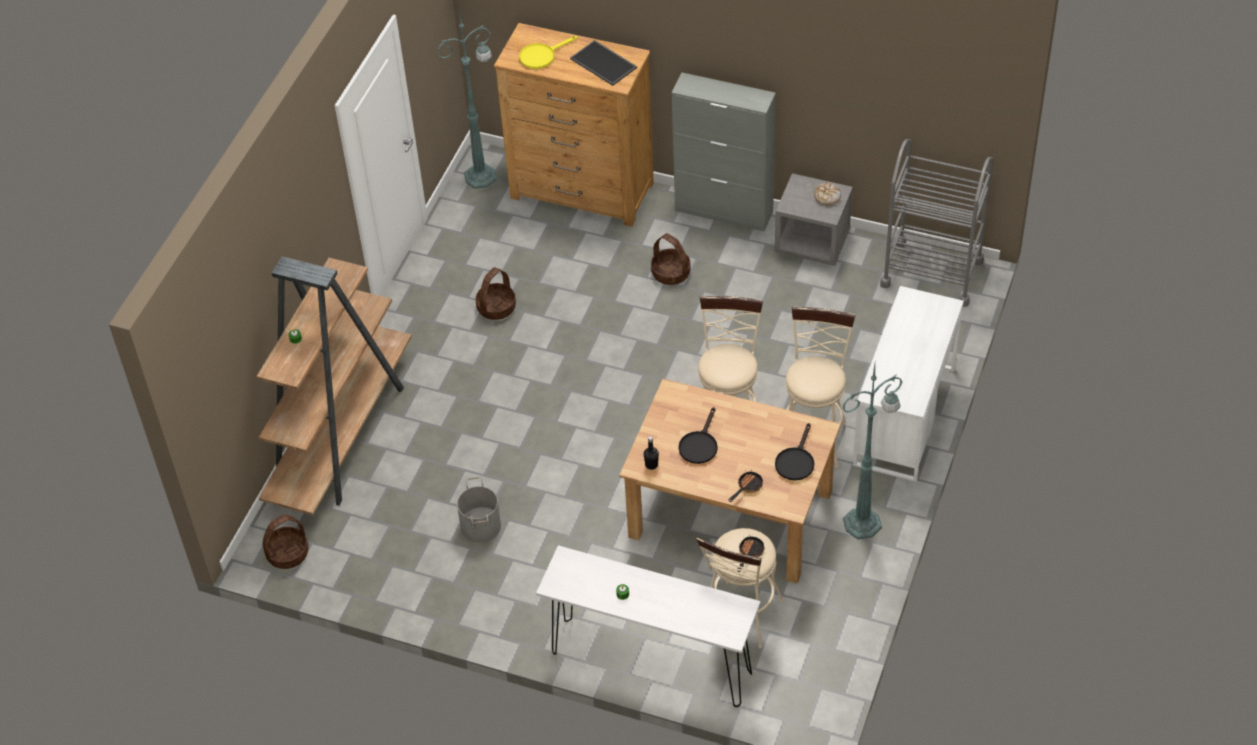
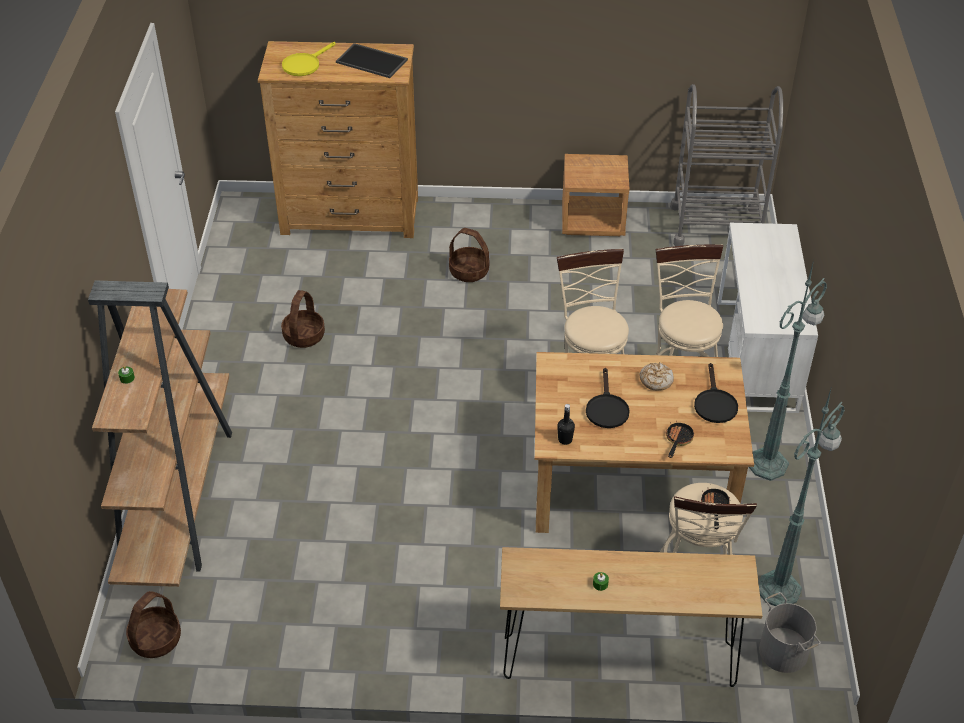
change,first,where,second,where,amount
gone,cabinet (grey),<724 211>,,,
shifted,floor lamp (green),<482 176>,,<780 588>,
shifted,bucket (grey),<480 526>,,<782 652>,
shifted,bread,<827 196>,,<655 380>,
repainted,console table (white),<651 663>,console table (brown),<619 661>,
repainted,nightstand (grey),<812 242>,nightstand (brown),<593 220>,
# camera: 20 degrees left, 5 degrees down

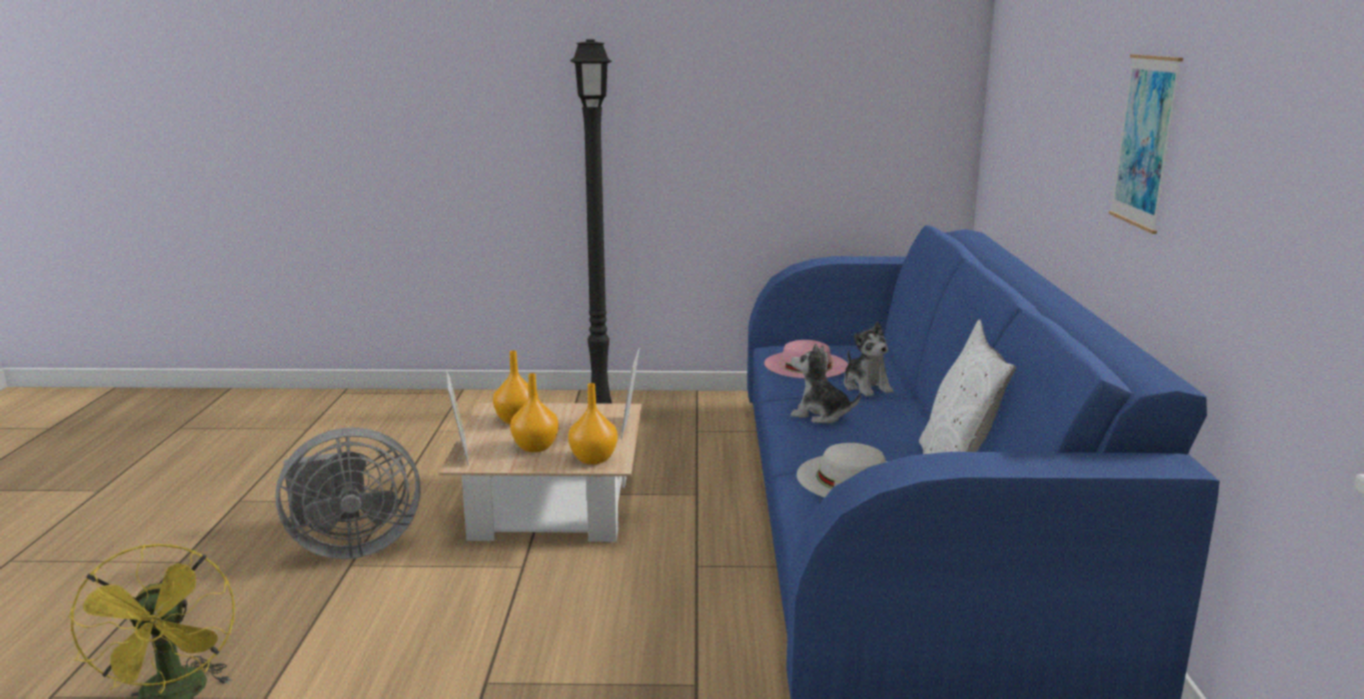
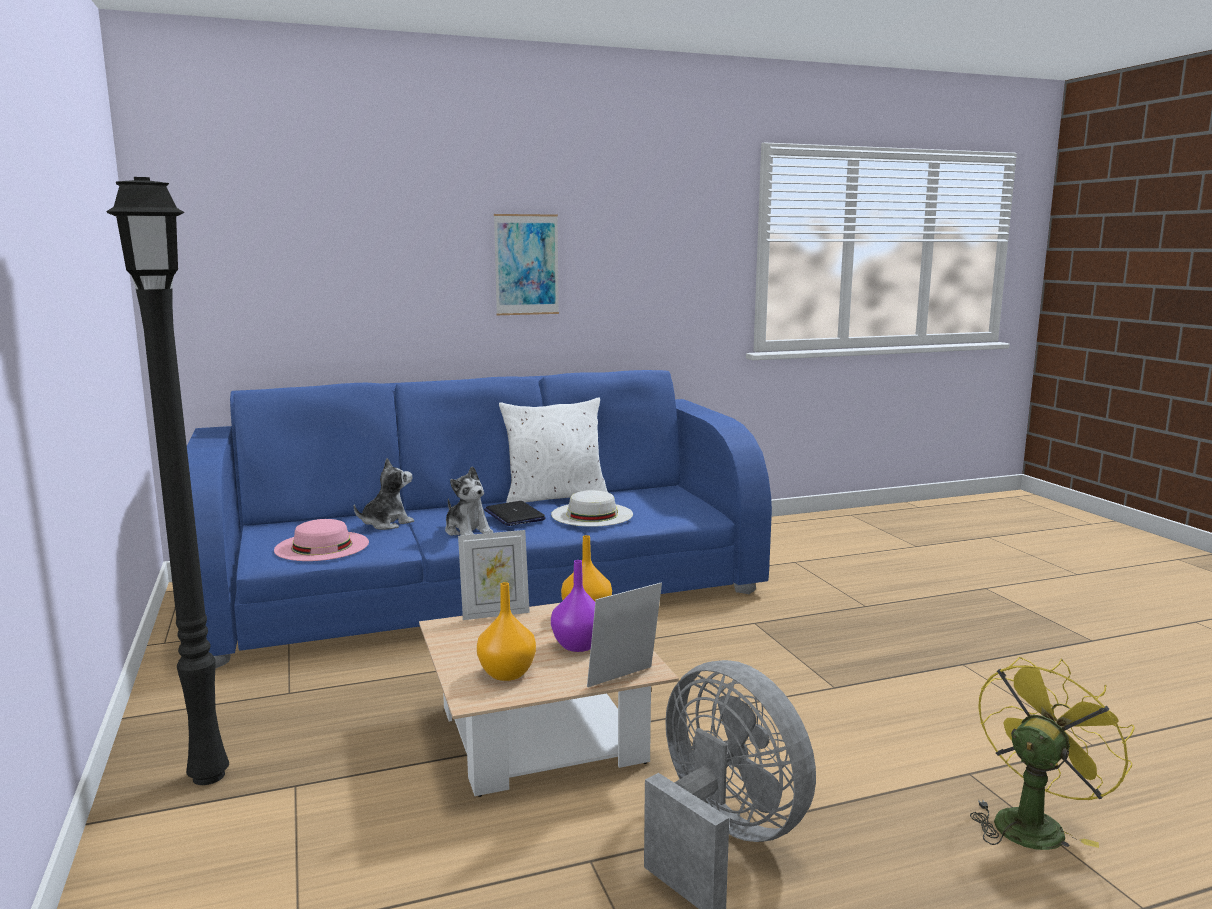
change,first,where,second,where,amount
new,,,laptop,<514 515>,
repainted,vase (orange),<536 447>,vase (purple),<577 645>,
rotated,plush toy,<820 415>,,<467 531>,45 degrees counterclockwise
# camera: 110 degrees left, 5 degrees down

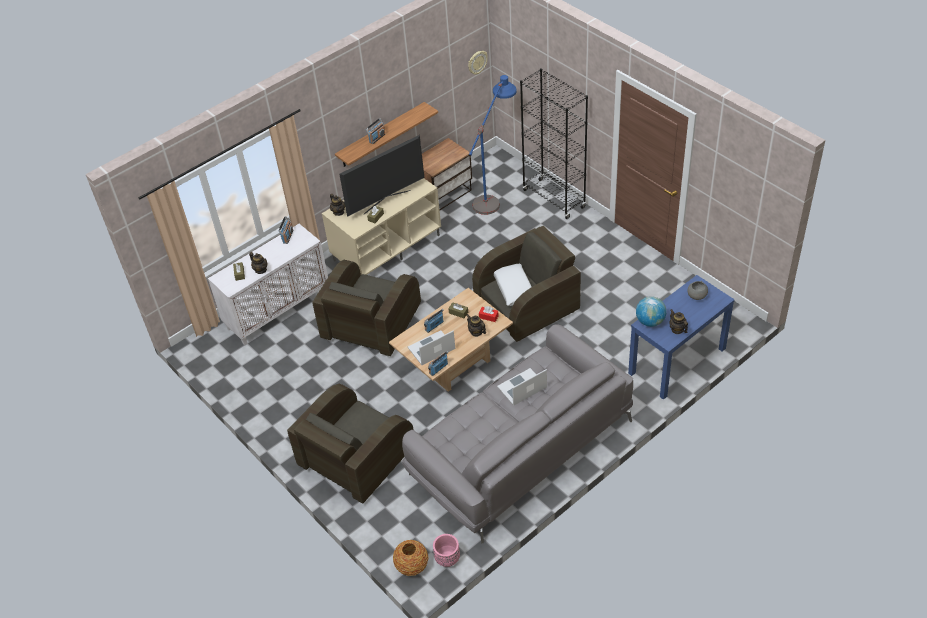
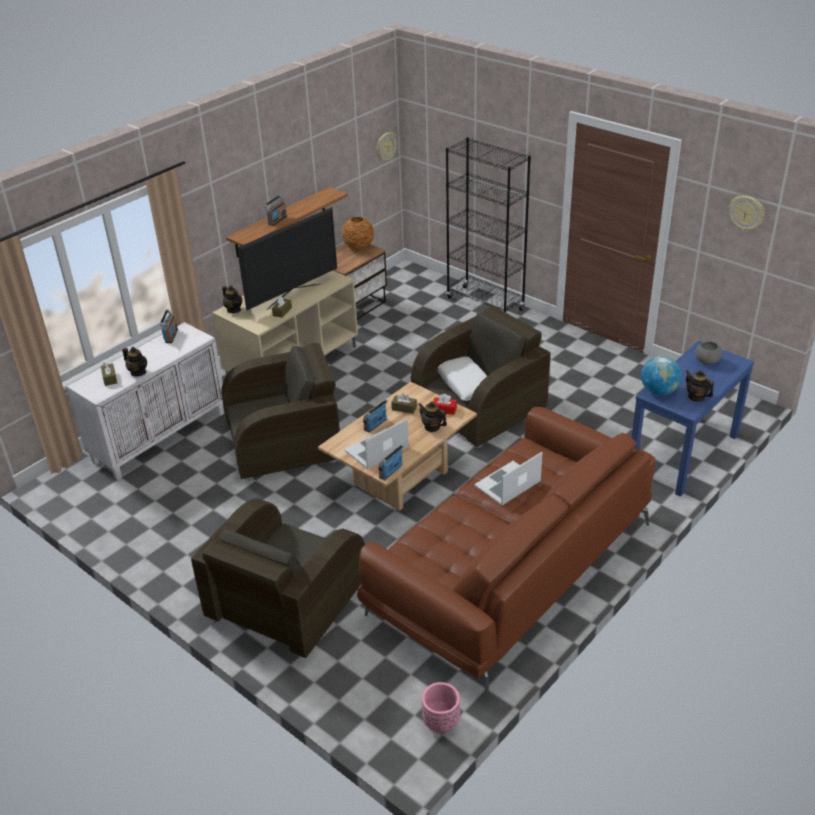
change,first,where,second,where,amount
gone,floor lamp (blue),<495 193>,,,
new,,,wall clock,<746 213>,
shifted,vase,<411 566>,,<358 246>,
repainted,sofa (grey),<519 448>,sofa (brown),<510 569>,
rotated,armchair (brown),<371 323>,,<284 443>,120 degrees counterclockwise
# camera: 10 degrees left, 10 degrees down

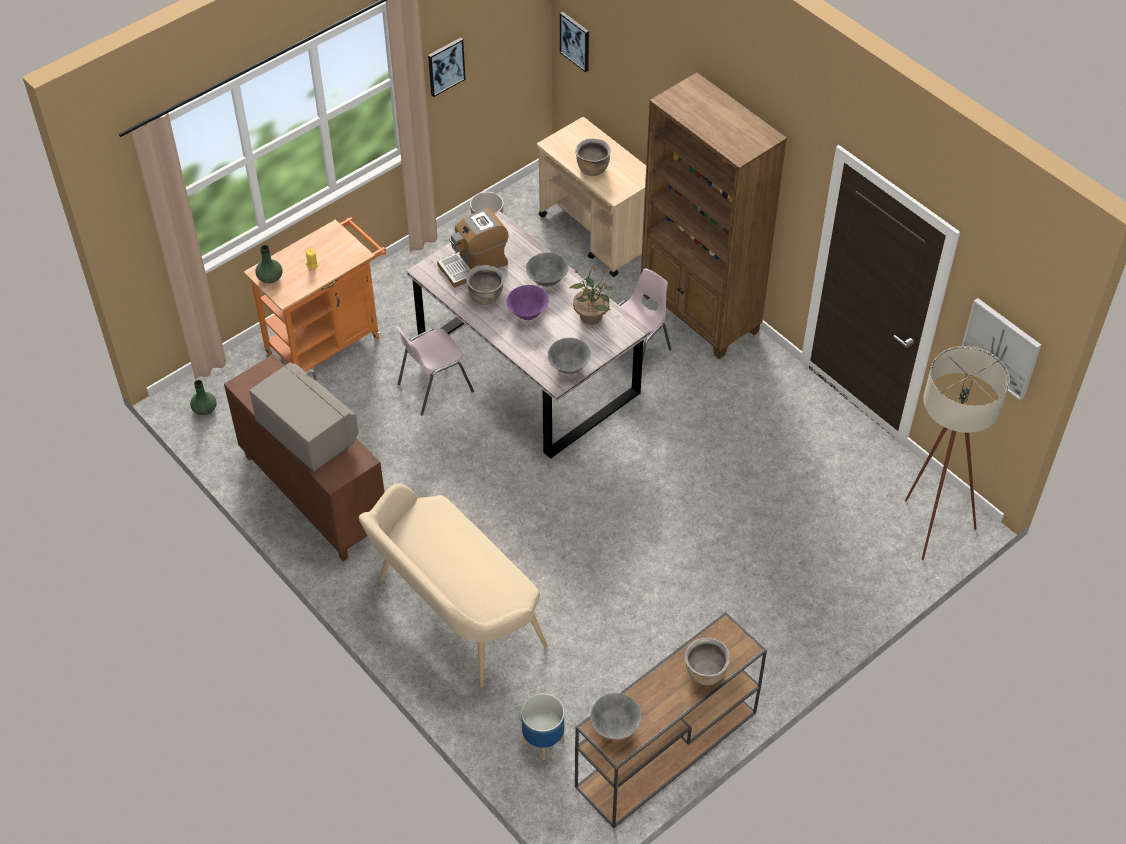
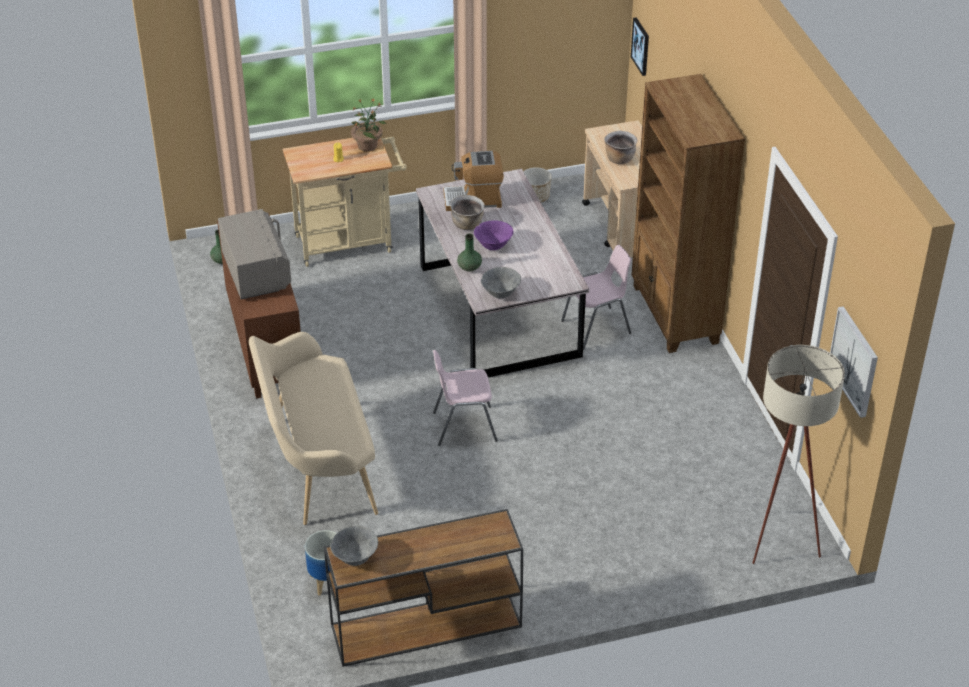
change,first,where,second,where,amount
gone,picture,<445 66>,,,
gone,bowl (grey),<547 281>,,,
gone,cooking pot (brown),<705 673>,,,
shifted,vase (green),<270 278>,,<469 267>,
shifted,chair (pink),<434 387>,,<464 426>,
shifted,potted plant,<591 315>,,<367 145>,
repainted,cart (orange),<328 341>,cart (beige),<349 242>,
# camera: 25 degrees right, 10 degrees down

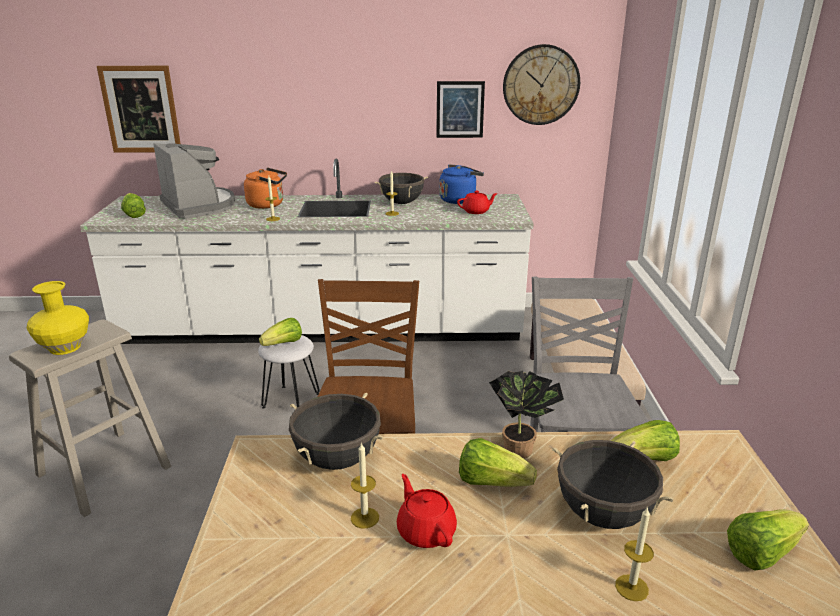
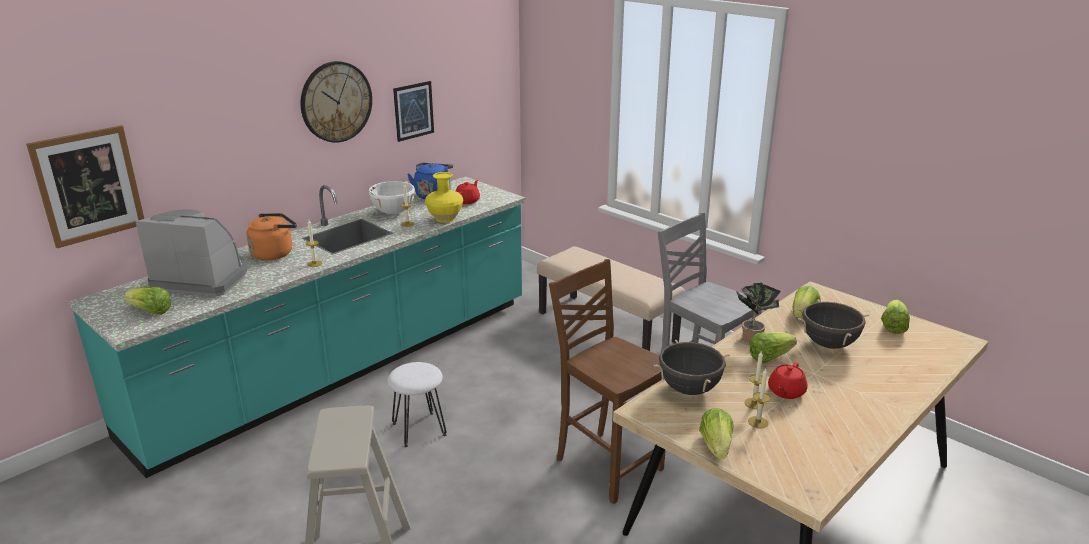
change,first,where,second,where,amount
shifted,vase (yellow),<64 347>,,<444 219>,
shifted,lettuce,<283 344>,,<716 446>,
shifted,wall clock,<541 85>,,<336 102>,
shifted,candle,<631 587>,,<758 422>,
repainted,counter (white),<323 329>,counter (turquoise),<344 365>,
repainted,cooking pot (black),<401 203>,cooking pot (white),<393 212>,
rotated,teapot (red),<426 531>,,<785 392>,75 degrees counterclockwise
# camera: 45 degrees left, 0 degrees up

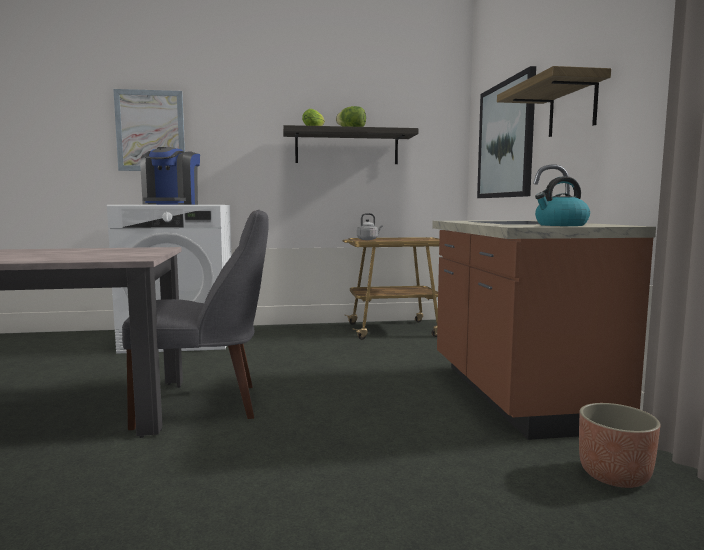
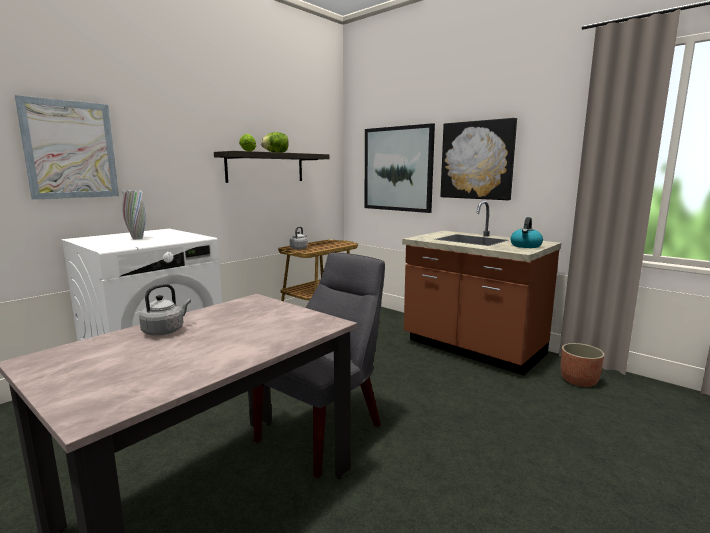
change,first,where,second,where,amount
new,,,kettle (grey),<165 331>,
swapped,coffee machine,<172 204>,vase (white),<137 238>,
swapped,shelf,<572 107>,picture,<477 160>,
# camera: 40 degrees left, 5 degrees up

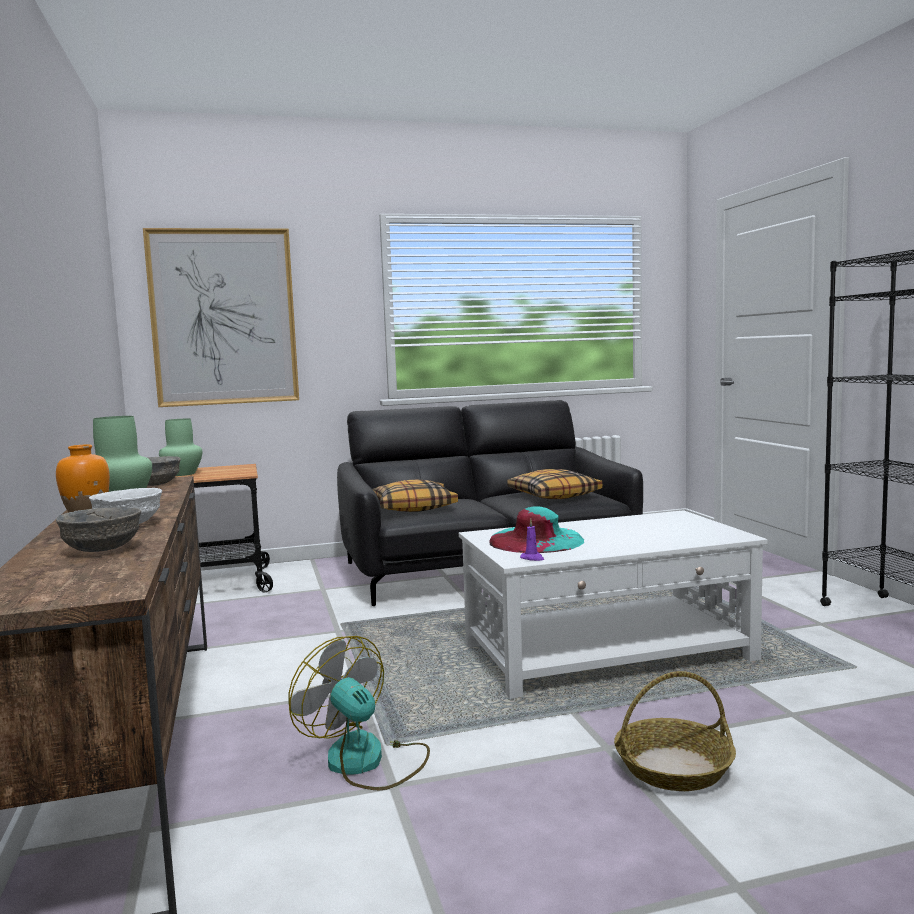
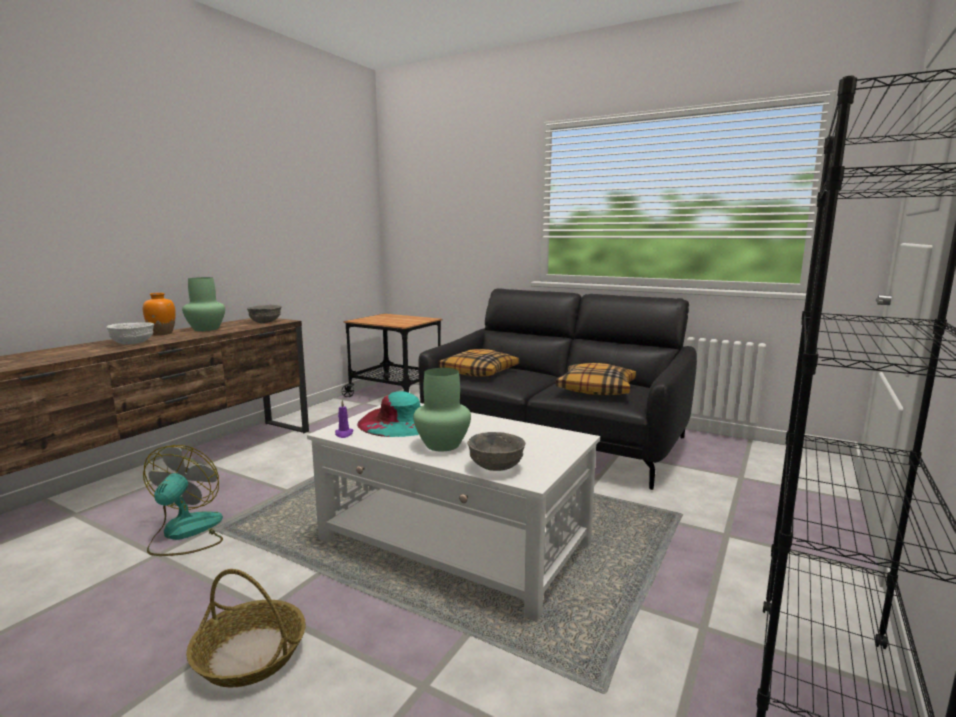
change,first,where,second,where,amount
gone,picture,<224 317>,,,
shifted,bowl (grey),<101 550>,,<495 467>,
shifted,vase (green),<183 474>,,<443 445>,
# camera: 45 degrees right, 5 degrees up

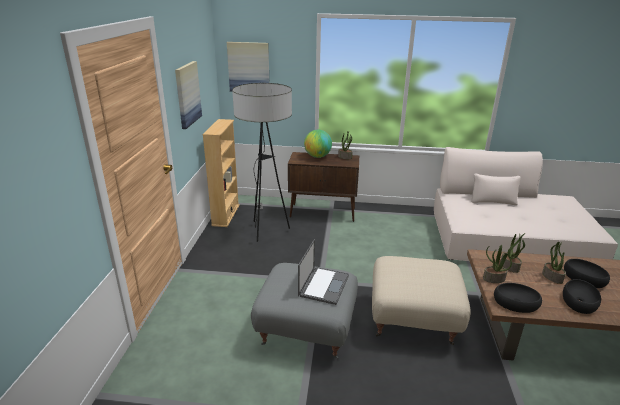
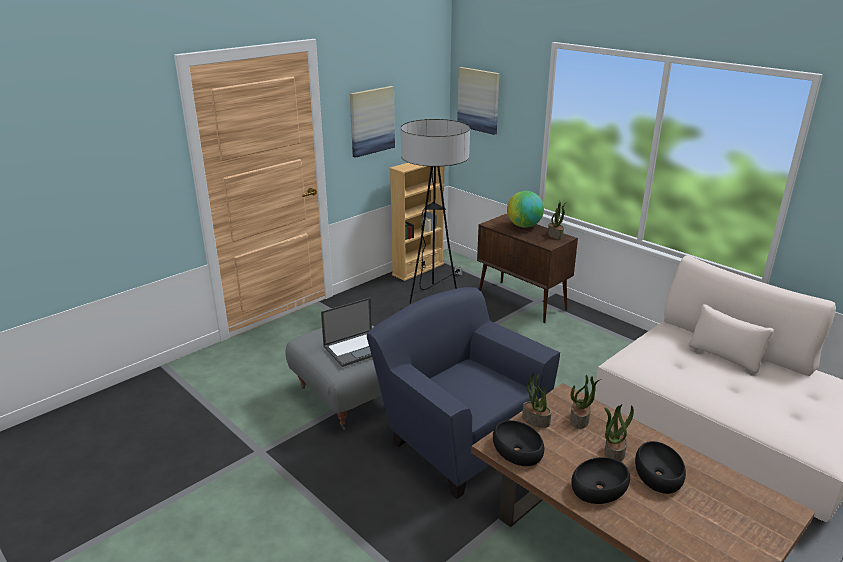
change,first,where,second,where,amount
swapped,ottoman (beige),<412 320>,armchair (blue),<459 438>,
# camera: 40 degrees right, 0 degrees up

